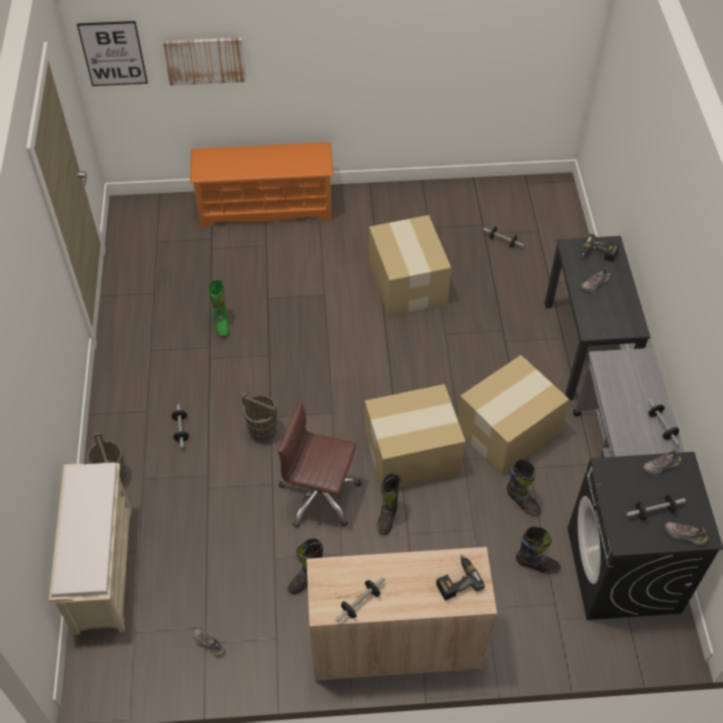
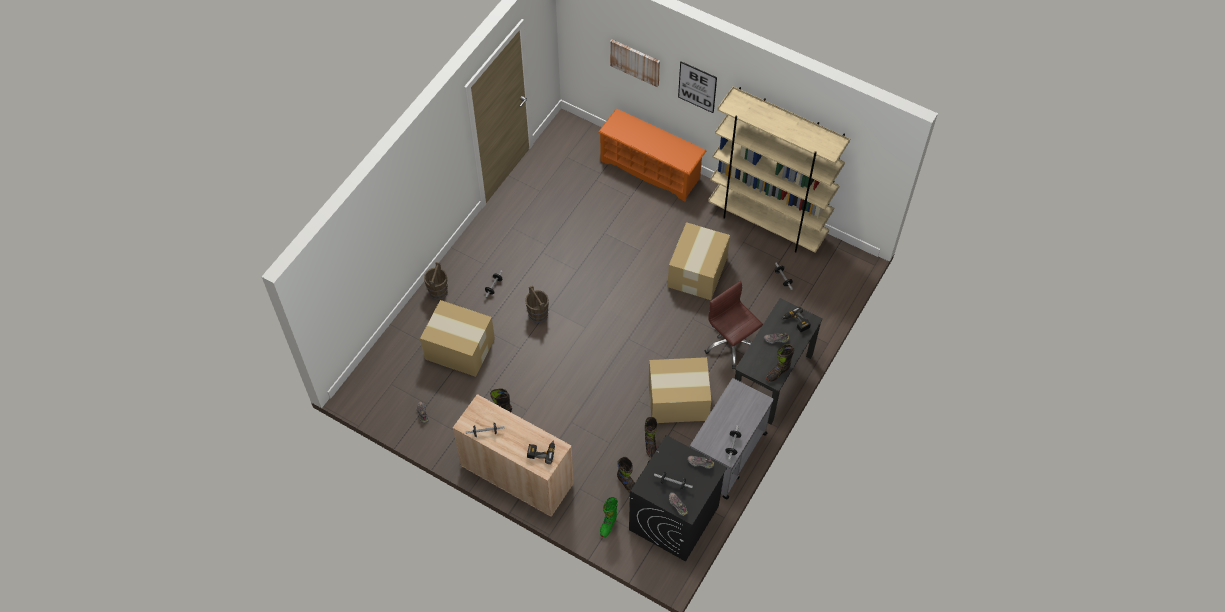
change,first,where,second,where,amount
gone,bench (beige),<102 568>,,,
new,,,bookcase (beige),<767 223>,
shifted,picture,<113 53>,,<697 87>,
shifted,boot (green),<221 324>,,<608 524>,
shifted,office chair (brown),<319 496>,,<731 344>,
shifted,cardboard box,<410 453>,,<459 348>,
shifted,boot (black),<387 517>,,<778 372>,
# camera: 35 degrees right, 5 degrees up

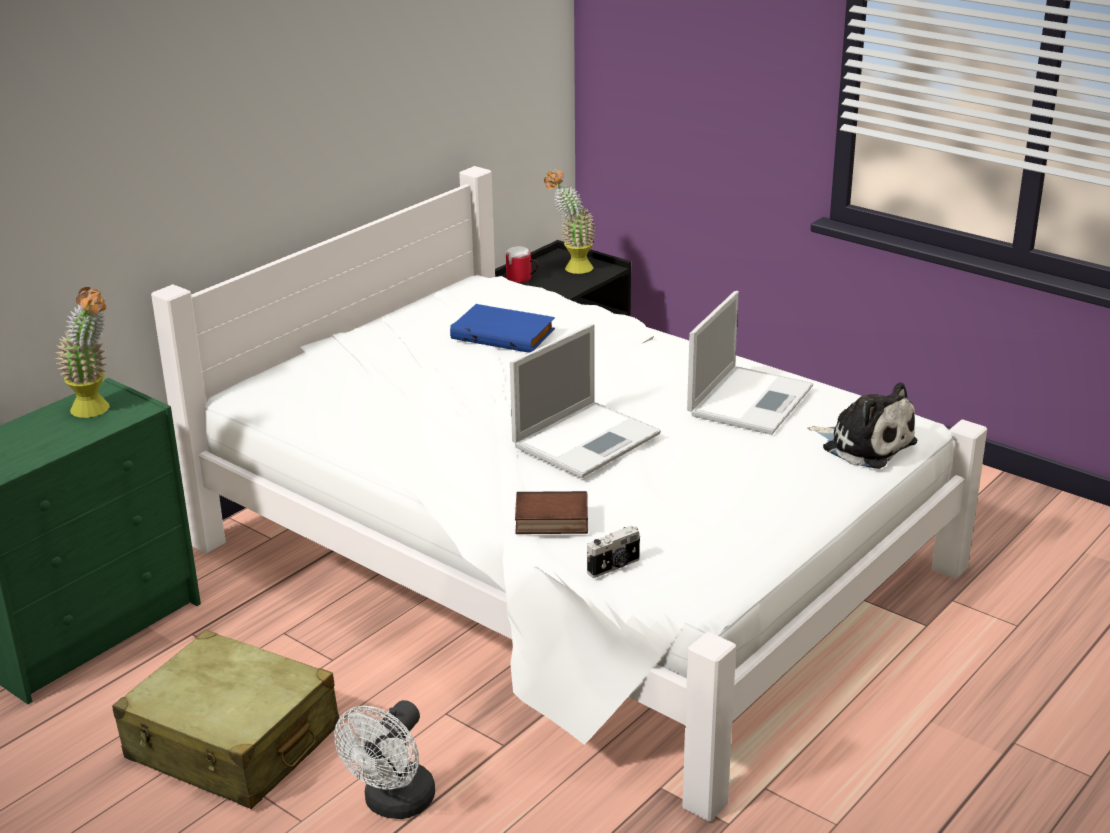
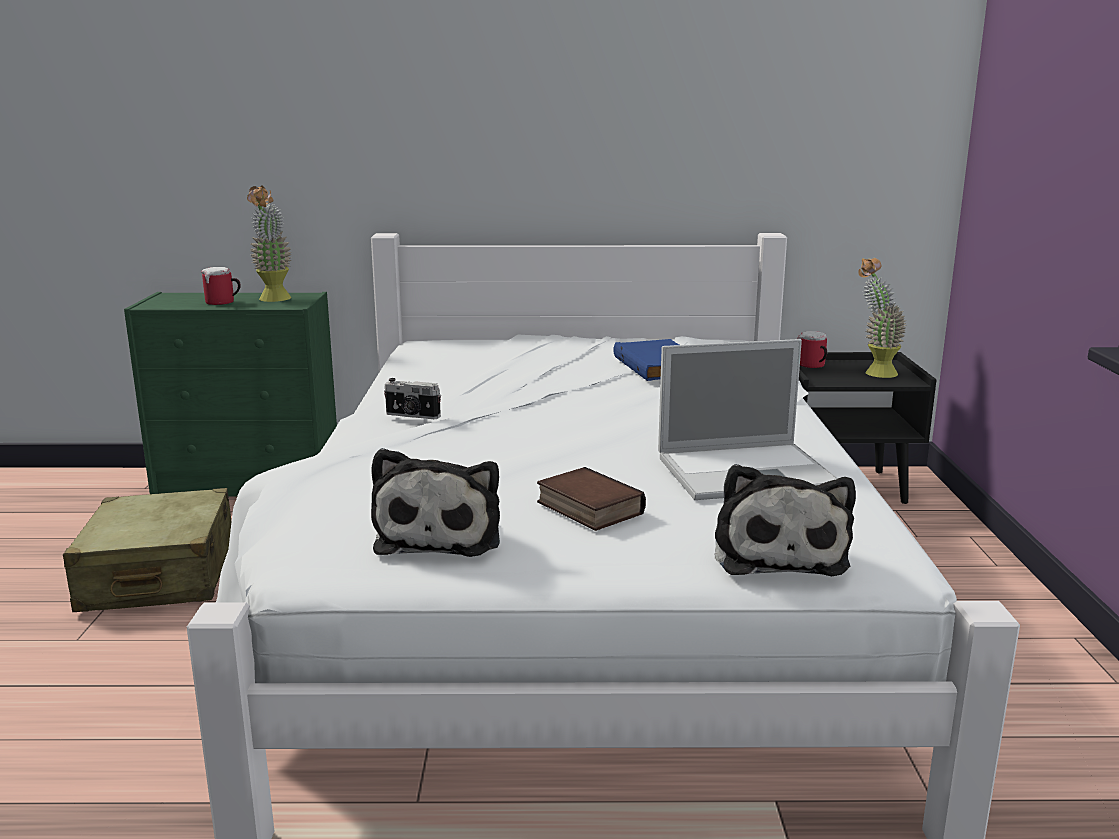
change,first,where,second,where,amount
gone,fan (white),<394 804>,,,
gone,laptop,<588 439>,,,
new,,,mug,<223 302>,
new,,,plush toy,<441 534>,
shifted,book,<550 521>,,<586 508>,
shifted,photo camera,<614 567>,,<412 415>,
# camera: 50 degrees right, 10 degrees down

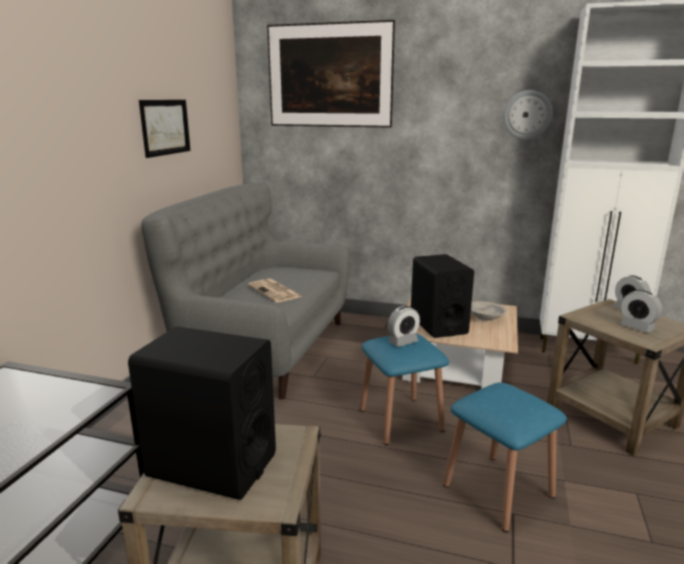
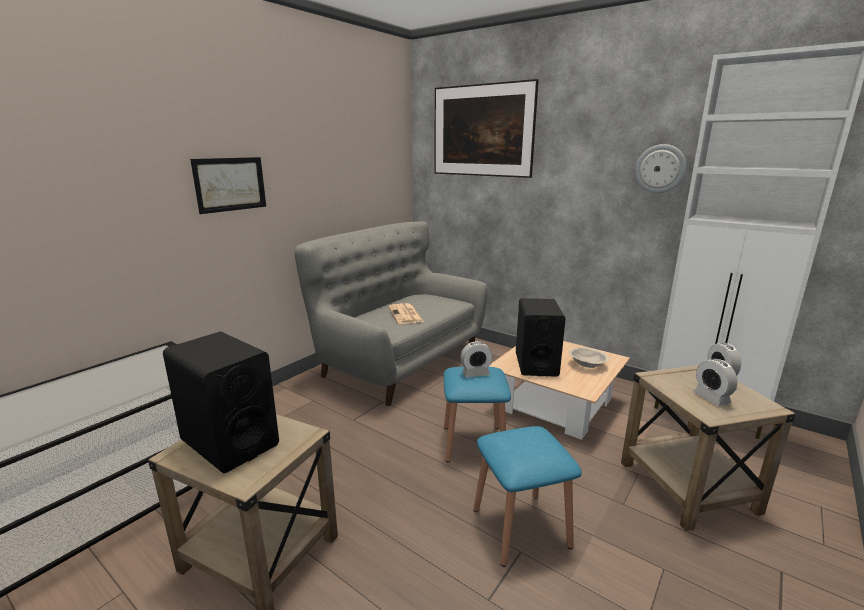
change,first,where,second,where,amount
shifted,picture,<165 127>,,<230 184>,
# camera: 20 degrees right, 0 degrees up

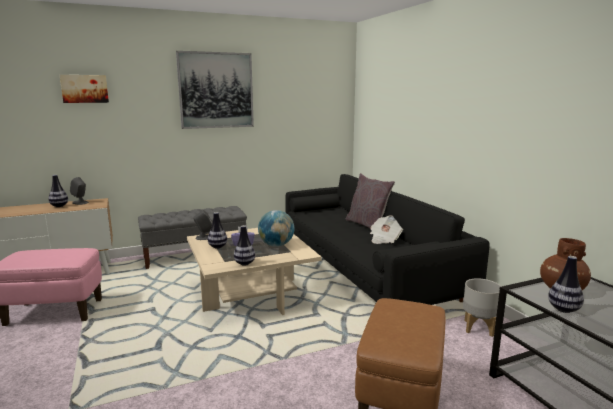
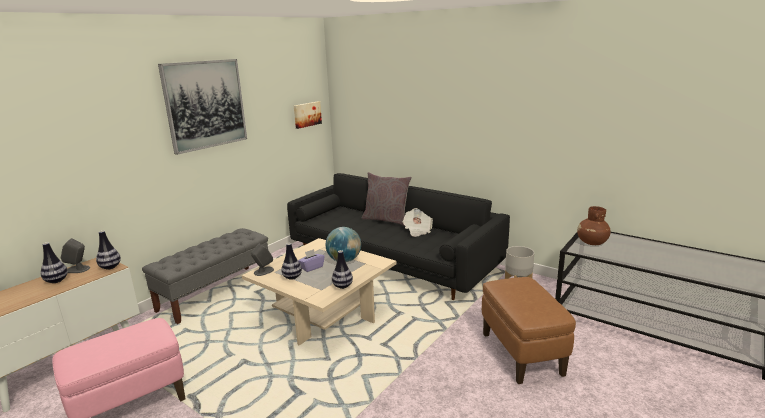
change,first,where,second,where,amount
shifted,picture,<85 88>,,<307 114>,
shifted,vase,<563 309>,,<110 267>,
# camera: 30 degrees left, 5 degrees up

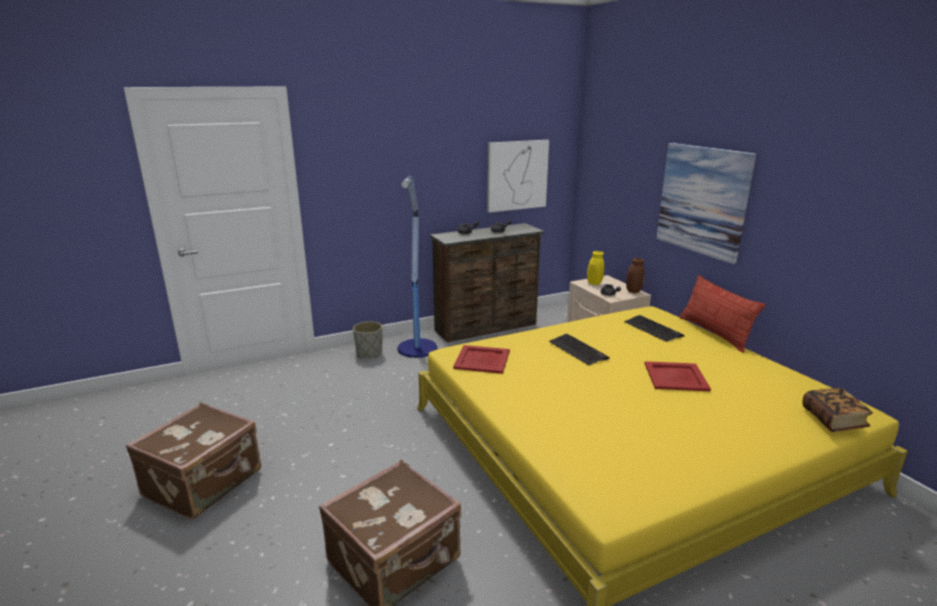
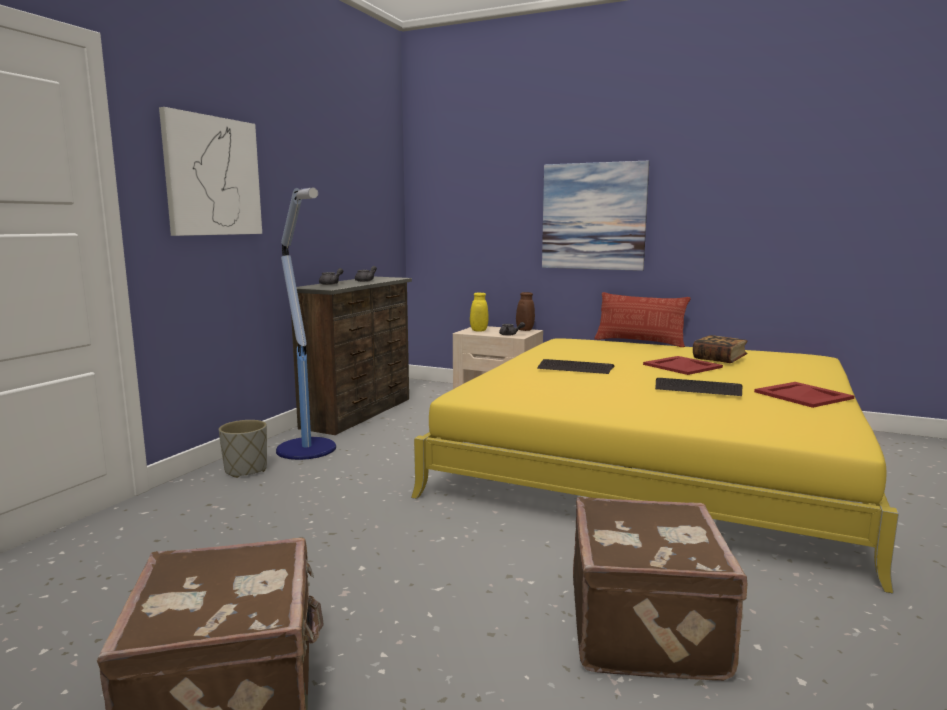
change,first,where,second,where,amount
shifted,tray (red),<481 359>,,<802 395>,
shifted,picture,<517 175>,,<212 176>,
shifted,keyboard,<653 329>,,<698 388>,
shifted,book,<833 420>,,<719 359>,
# camera: 40 degrees left, 10 degrees down

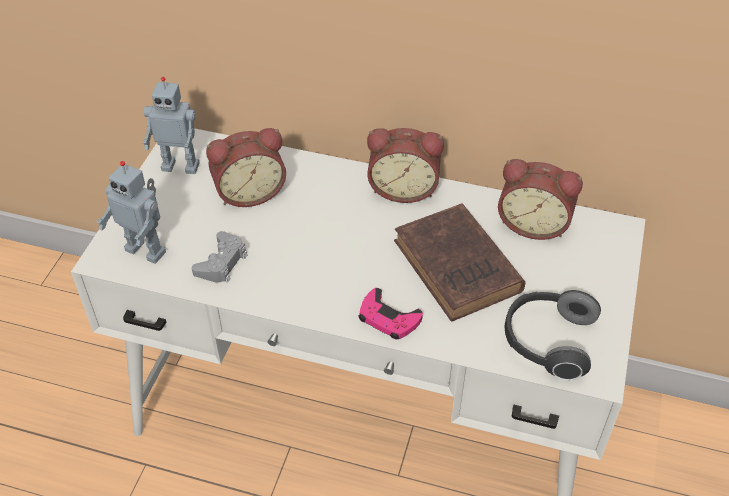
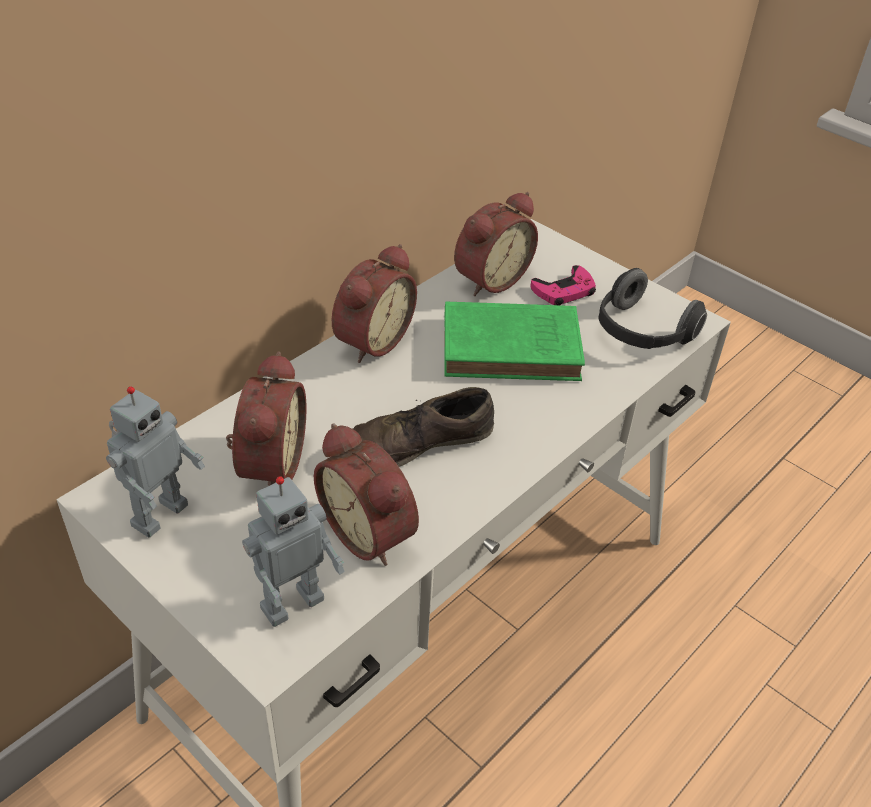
change,first,where,second,where,amount
new,,,shoe (brown),<415 443>,
shifted,game controller (pink),<388 318>,,<564 291>,
swapped,game controller (grey),<222 263>,alarm clock,<371 531>,
repainted,book (brown),<459 269>,book (green),<515 348>,
# camera: 65 degrees left, 5 degrees down

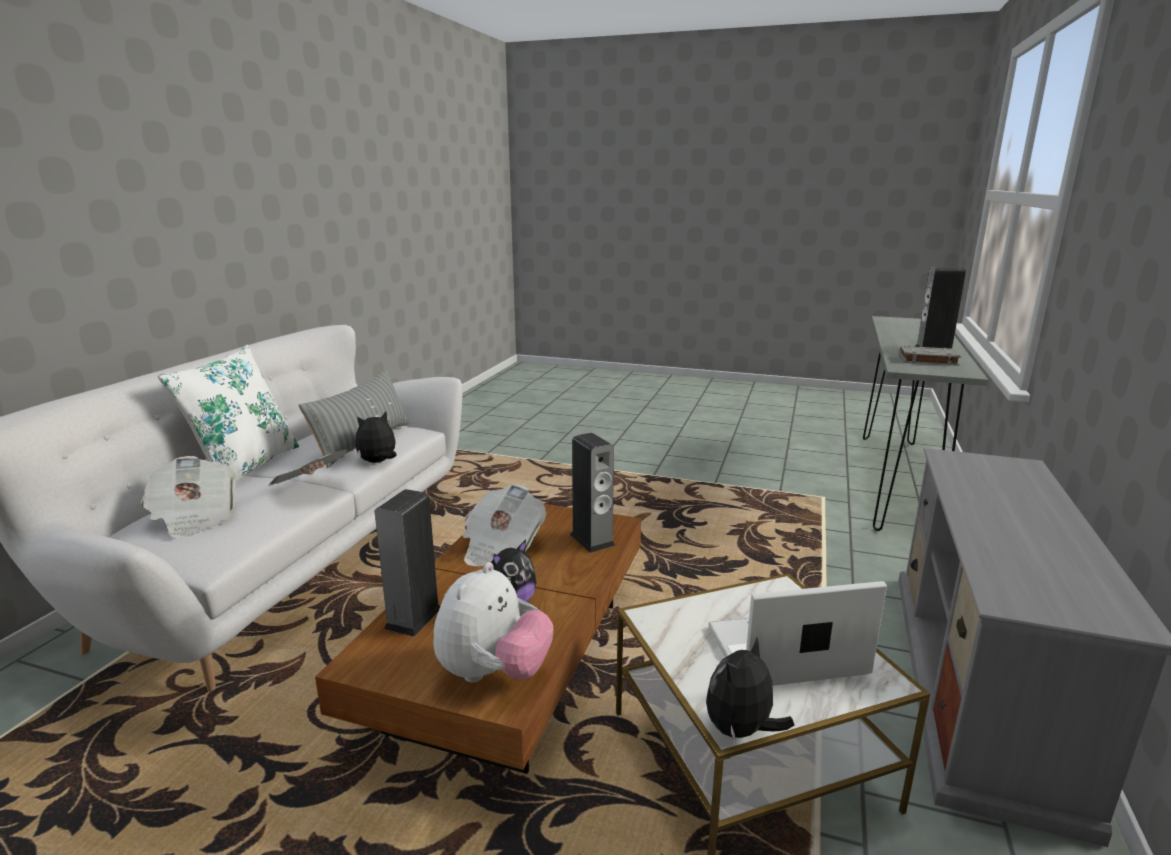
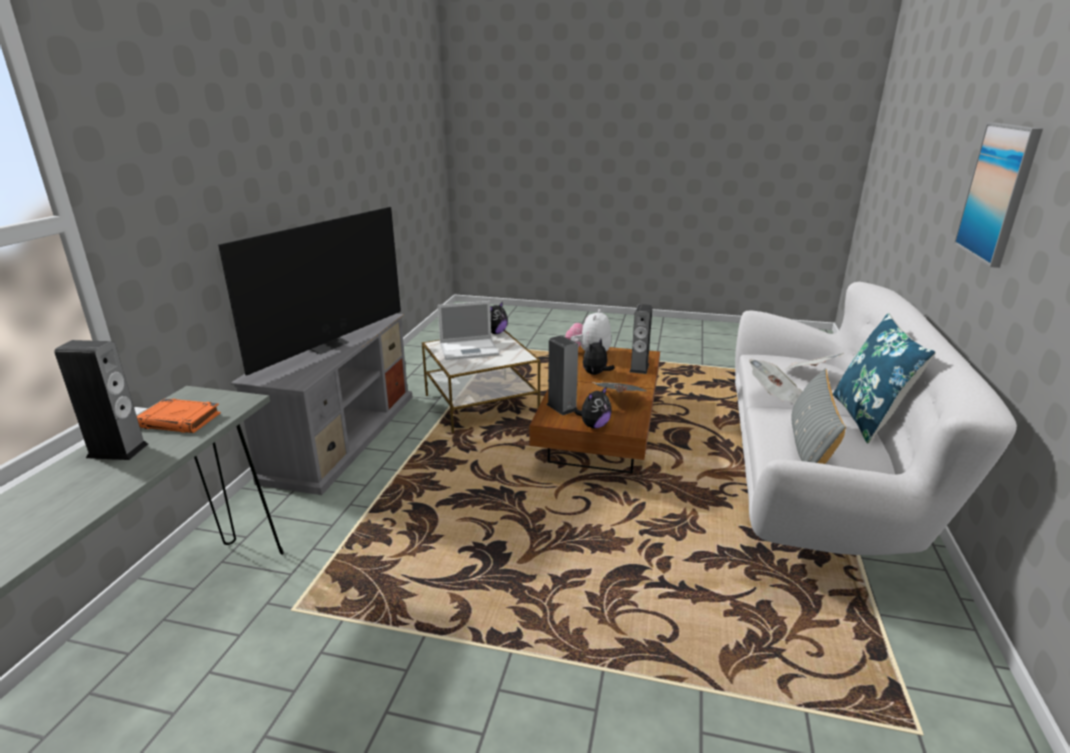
change,first,where,second,where,amount
new,,,television,<326 345>,
new,,,picture,<997 193>,
shifted,plush toy,<378 462>,,<594 426>,
repainted,pillow (white),<245 467>,pillow (blue),<867 418>,
repainted,book (grey),<927 360>,book (orange),<180 420>,
# camera: 175 degrees right, 5 degrees up

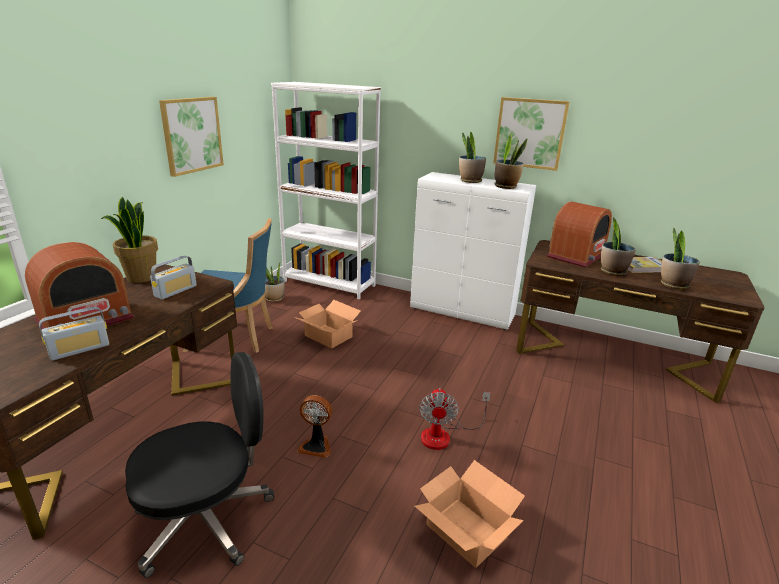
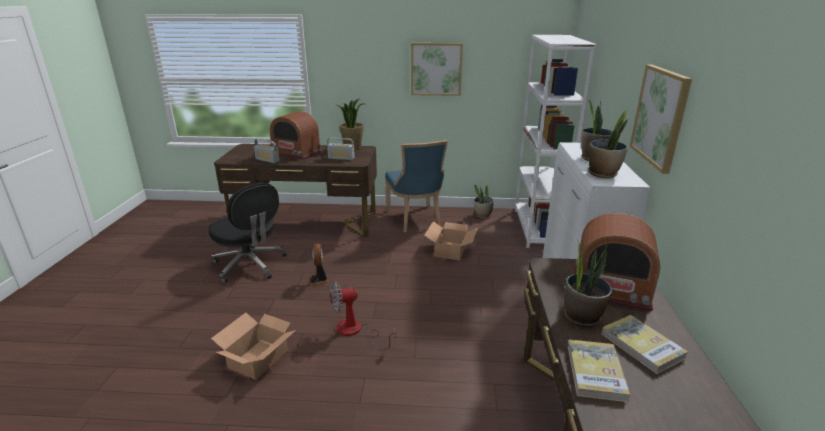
change,first,where,second,where,amount
swapped,potted plant,<673 285>,book,<595 372>,
# camera: 70 degrees right, 0 degrees up

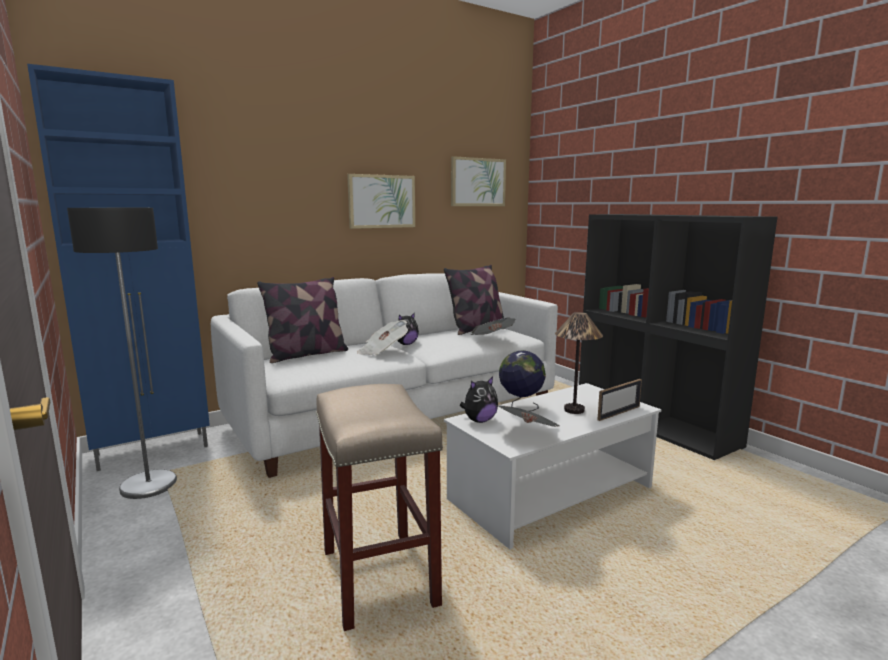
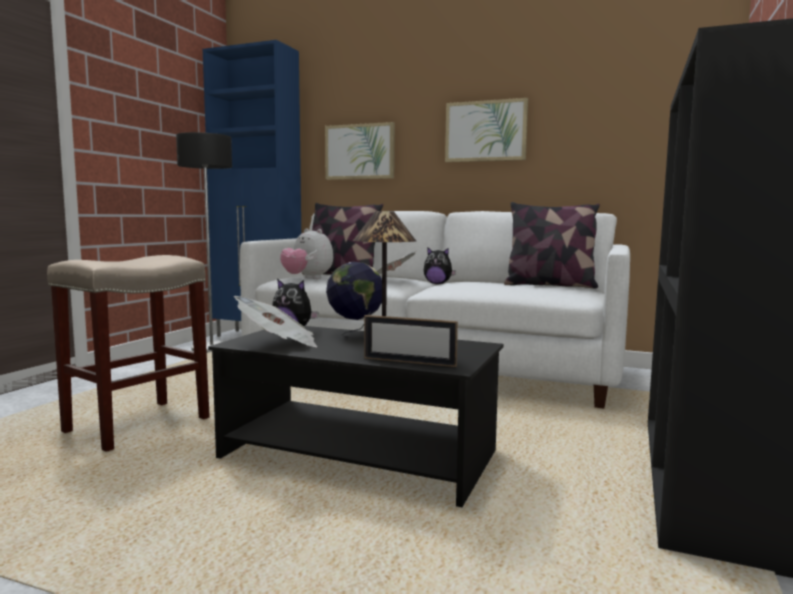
change,first,where,second,where,amount
gone,newspaper,<492 339>,,,
new,,,plush toy,<307 278>,
shifted,picture,<477 182>,,<360 152>,
repainted,coffee table (white),<552 493>,coffee table (black),<360 456>,
# camera: 55 degrees right, 5 degrees down

